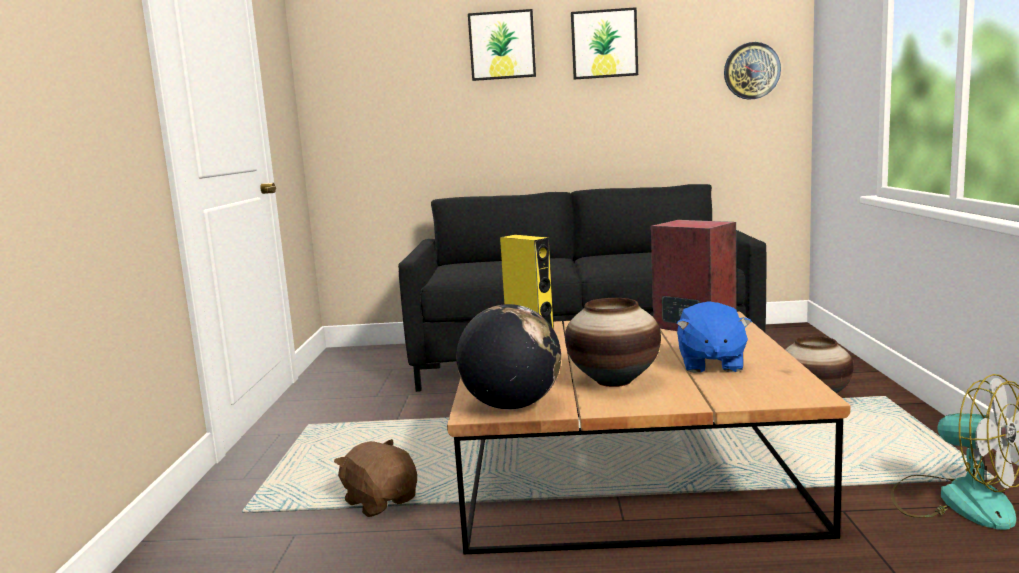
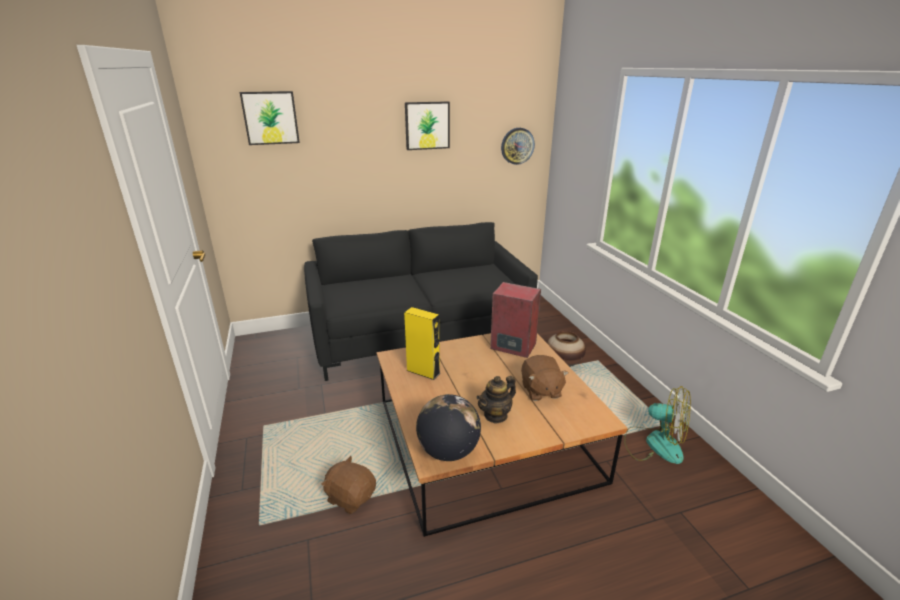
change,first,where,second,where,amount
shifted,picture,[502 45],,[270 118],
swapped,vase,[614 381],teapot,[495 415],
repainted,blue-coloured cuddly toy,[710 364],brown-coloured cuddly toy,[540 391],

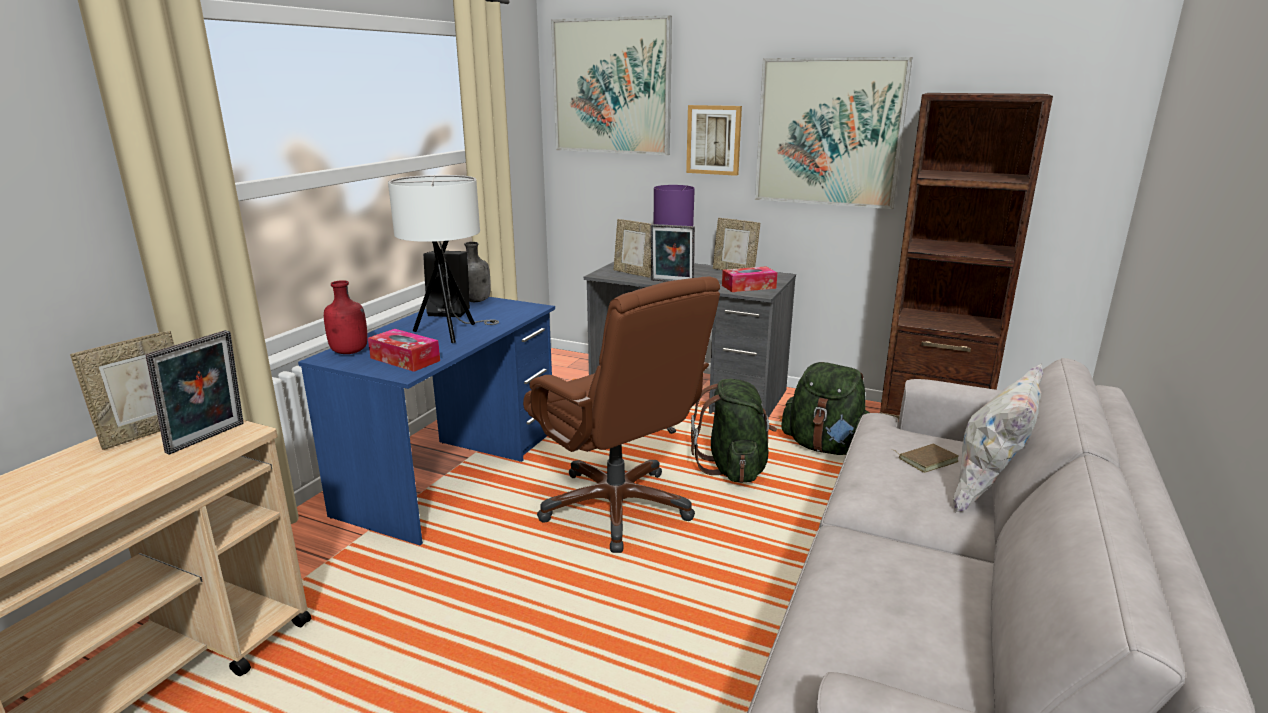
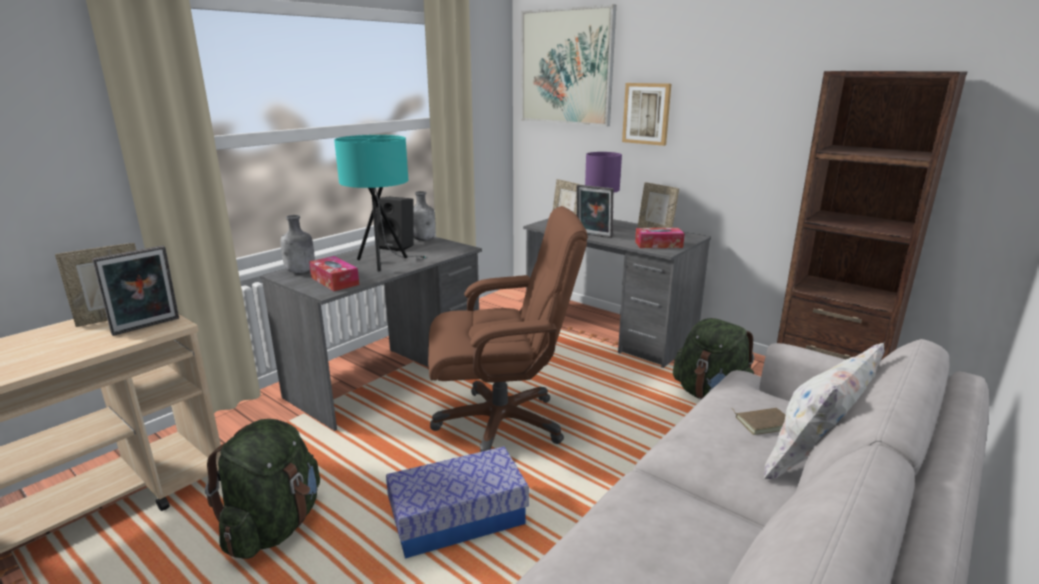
change,first,where,second,where,amount
gone,picture,[829 132],,,
repainted,white-coloured tabletop lamp,[451 333],turquoise-coloured tabletop lamp,[384 263],
rotated,brown-coloured computer chair,[617 507],,[501 423],75 degrees counterclockwise
repainted,red-coloured bottle,[350 352],grey bottle,[301 271],
repainted,blue-coloured desk,[453 472],grey desk,[388 376],
shifted,green-coloured knapsack,[734 468],,[274 526],
new,,,storage container,[458 518],

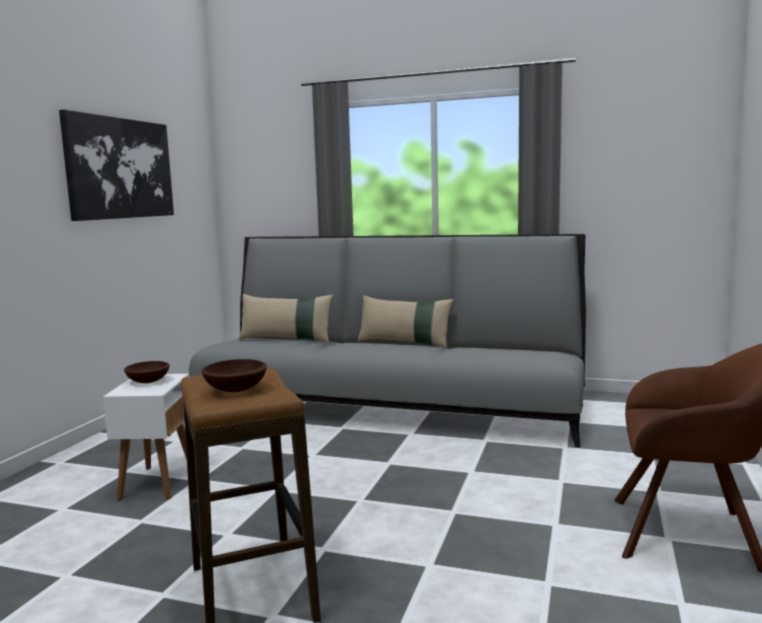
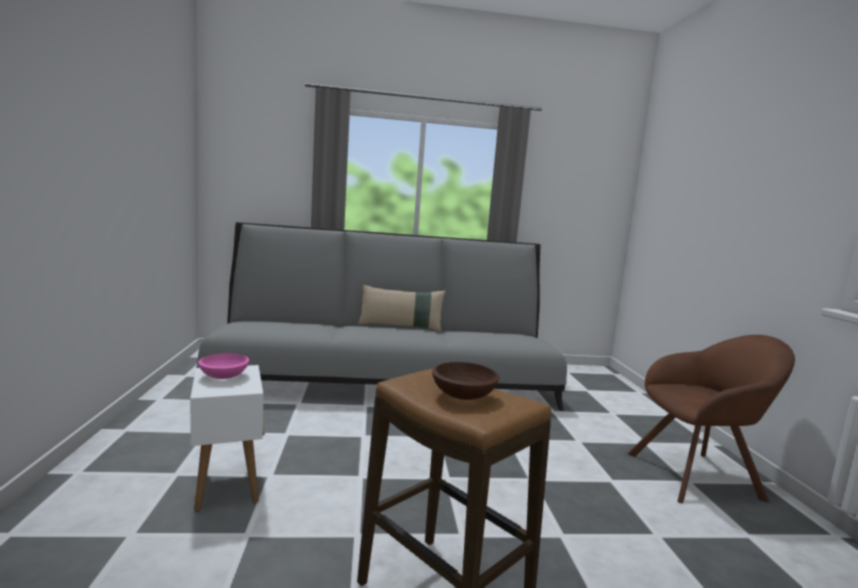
change,first,where,second,where,amount
gone,picture,[120 168],,,
gone,beige throw pillow,[286 339],,,
repainted,brown-coloured deep dish,[147 381],pink-coloured deep dish,[223 376],

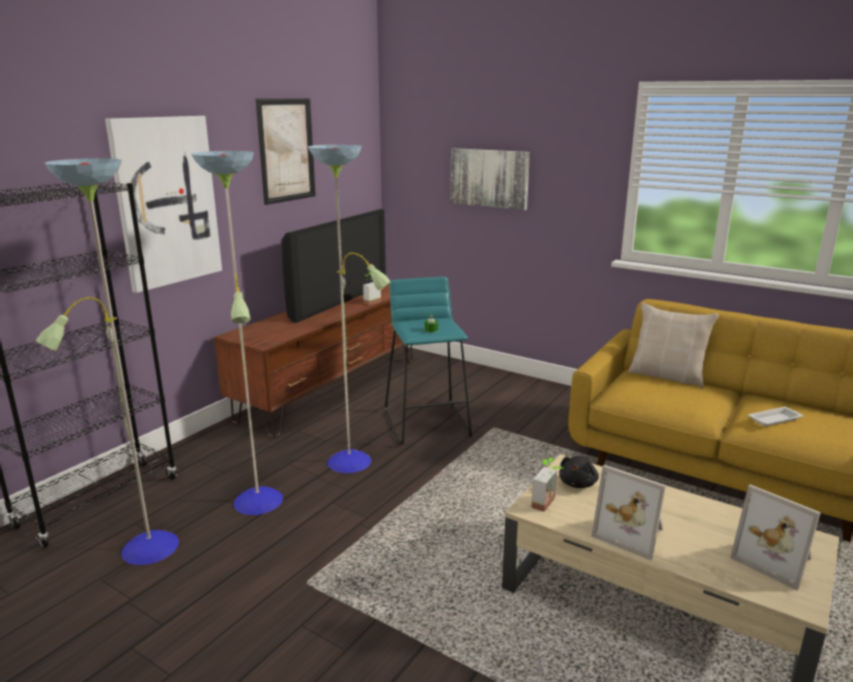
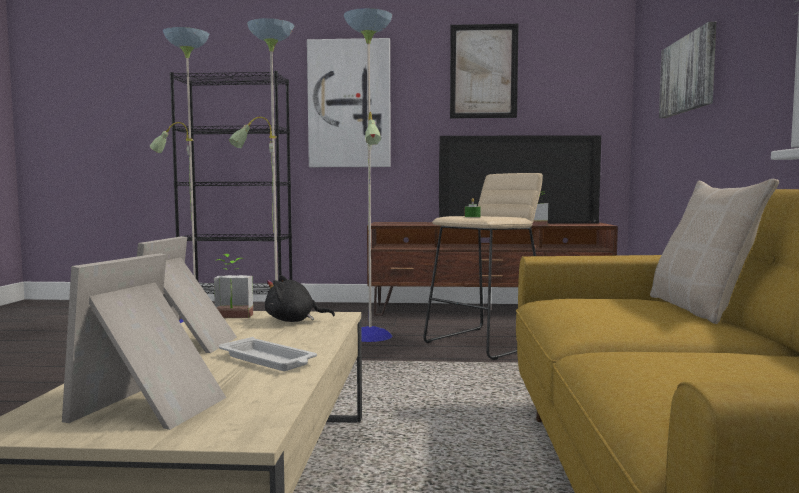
change,first,where,second,where,amount
repainted,turquoise-coloured stool,[427 423],beige stool,[487 343],
shifted,white-coloured serving tray,[775 419],,[268 360],

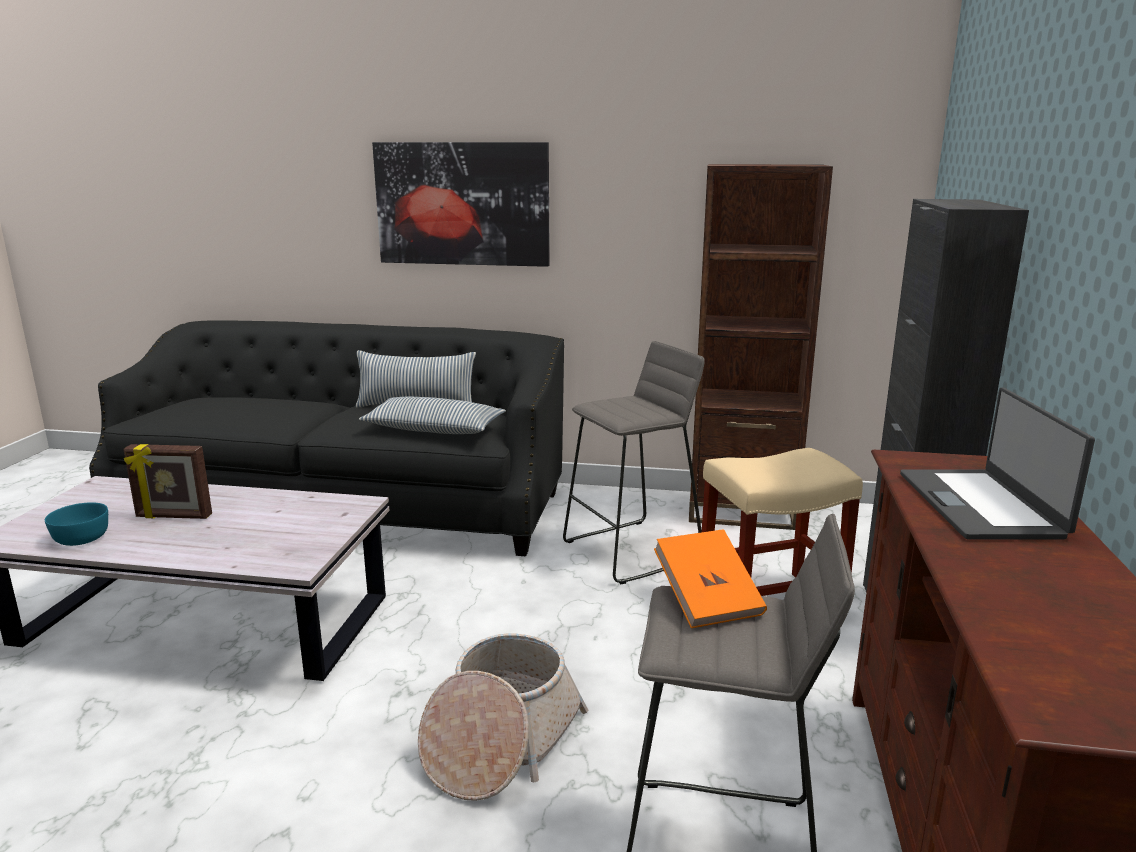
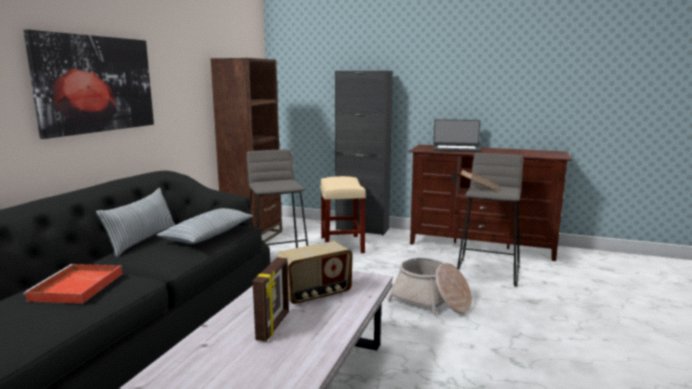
change,first,where,second,where,amount
gone,turquoise-coloured deep dish,[80 538],,,
new,,,radio receiver,[315 295],
new,,,red-coloured serving tray,[76 287],

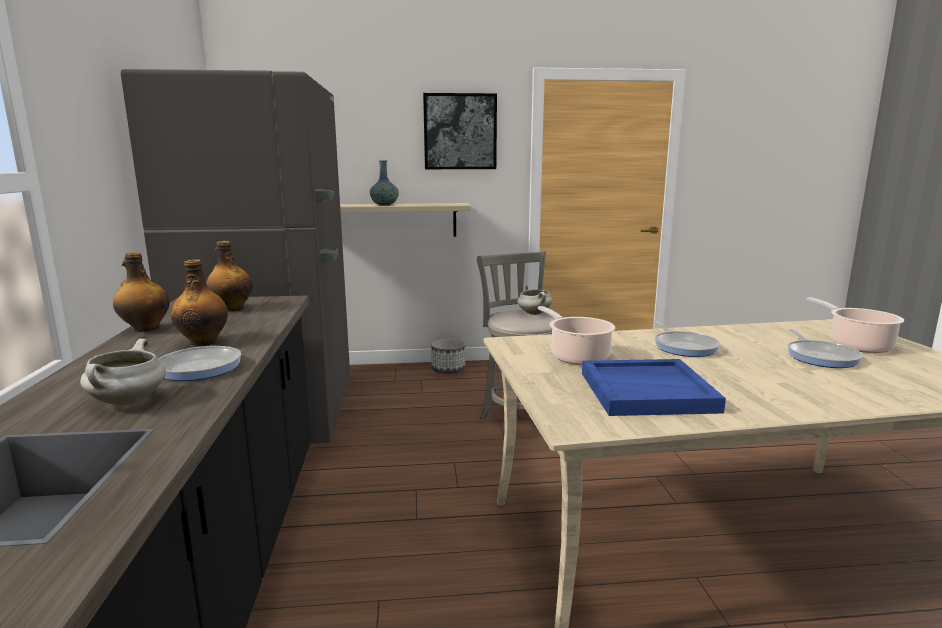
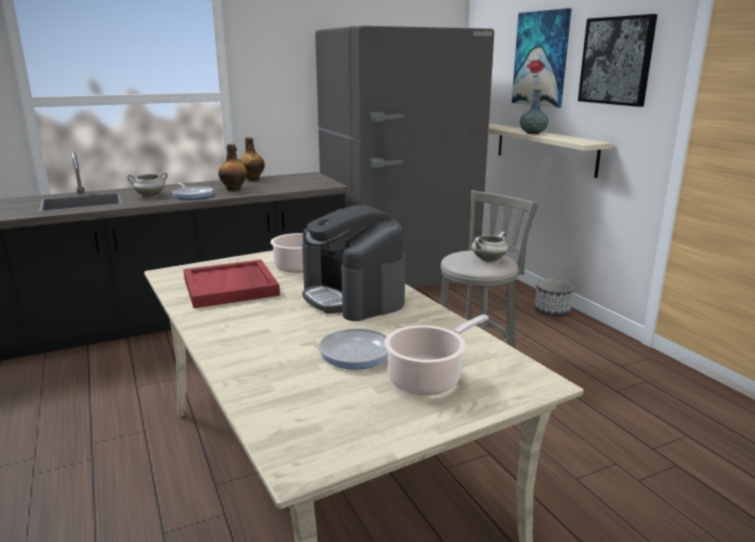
change,first,where,second,where,amount
gone,bottle,[232 309],,,
swapped,pan,[684 347],coffee brewer,[353 296],
repainted,blue-coloured serving tray,[647 391],red-coloured serving tray,[231 287],
new,,,picture,[541 59],

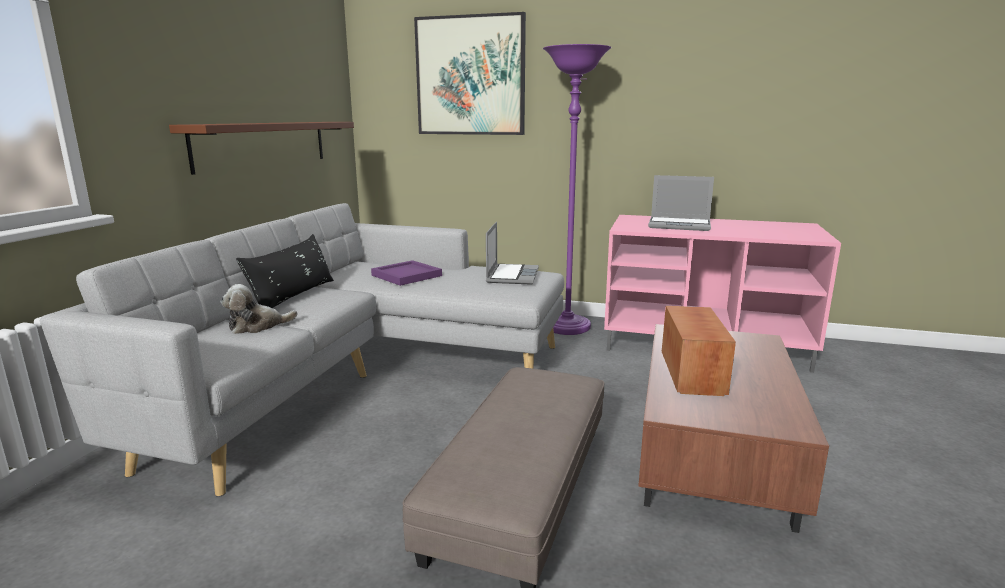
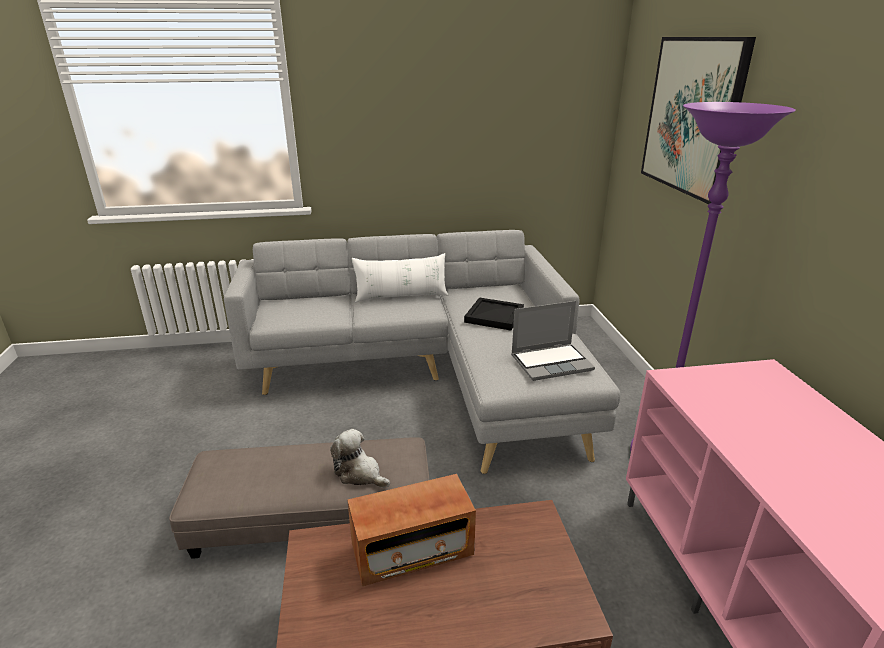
change,first,where,second,where,amount
gone,brown-coloured bracket shelf,[264 144],,,
gone,laptop,[680 225],,,
repainted,black-coloured throw pillow,[293 296],white-coloured throw pillow,[401 296],
repainted,purple-coloured serving tray,[406 276],black-coloured serving tray,[493 316],
shifted,cuddly toy,[257 326],,[359 473],

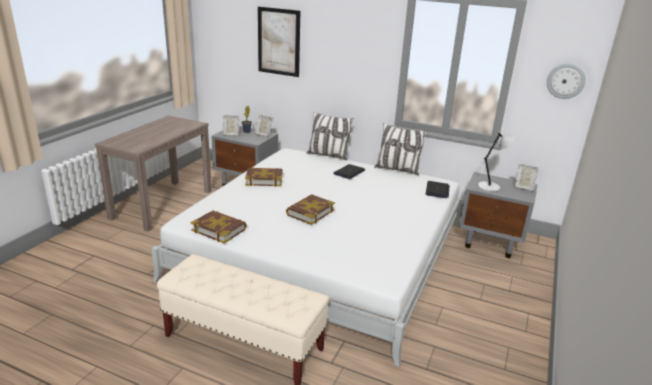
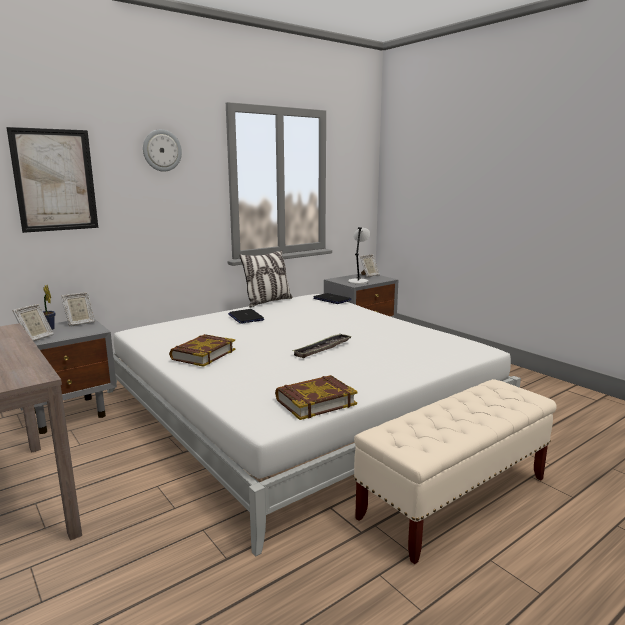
change,first,where,second,where,amount
shifted,hanging clock,[565 81],,[162 150],
gone,throw pillow,[328 155],,,
swapped,volume,[310 212],serving tray,[322 349],

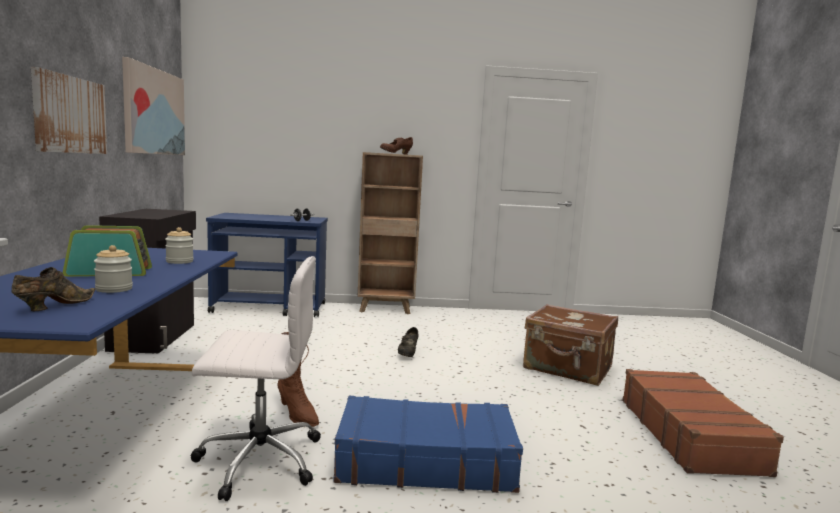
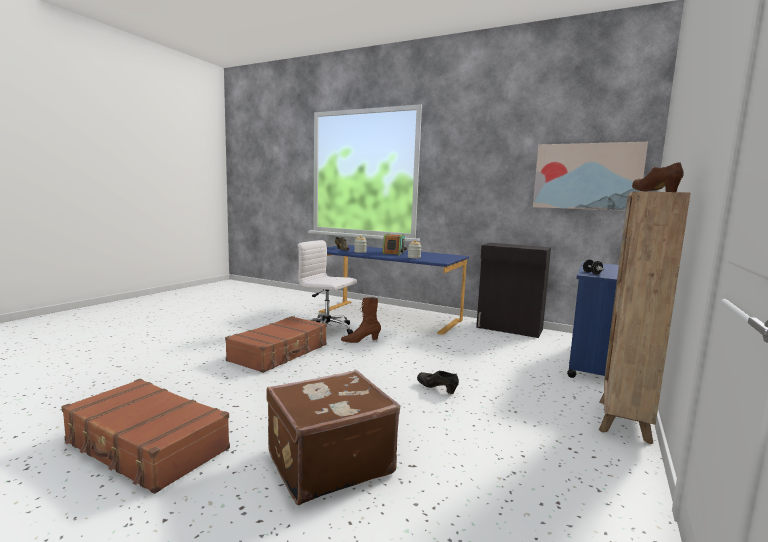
change,first,where,second,where,amount
gone,picture,[69 115],,,
rotated,white-coloured computer chair,[257 460],,[327 330],90 degrees clockwise
repainted,blue-coloured travel case,[425 461],brown-coloured travel case,[280 353],

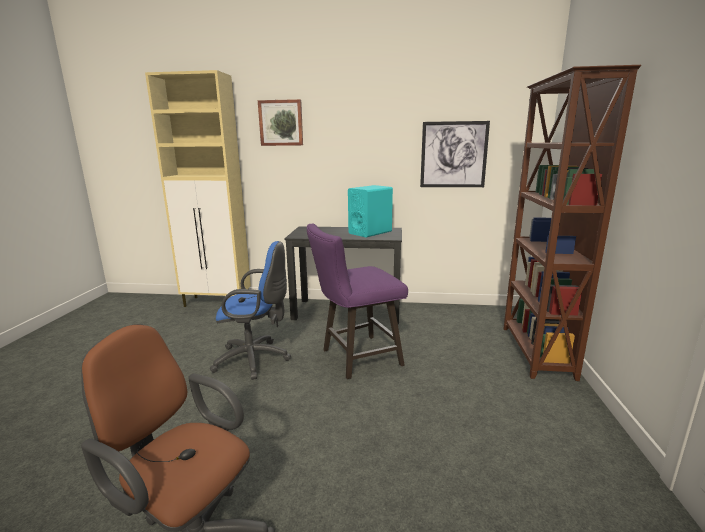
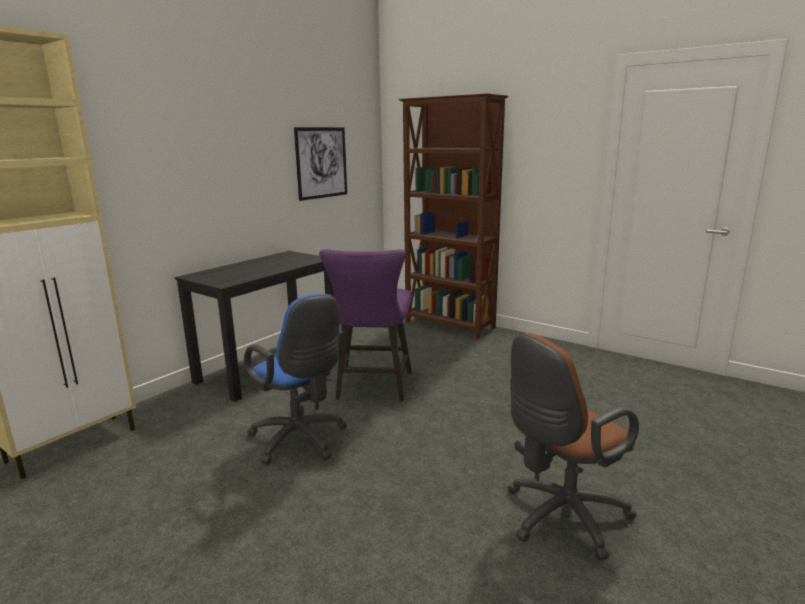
change,first,where,second,where,amount
gone,picture,[281 123],,,
gone,turquoise-coloured loudspeaker,[370 232],,,
rotated,blue-coloured computer chair,[256 359],,[301 441],105 degrees clockwise

